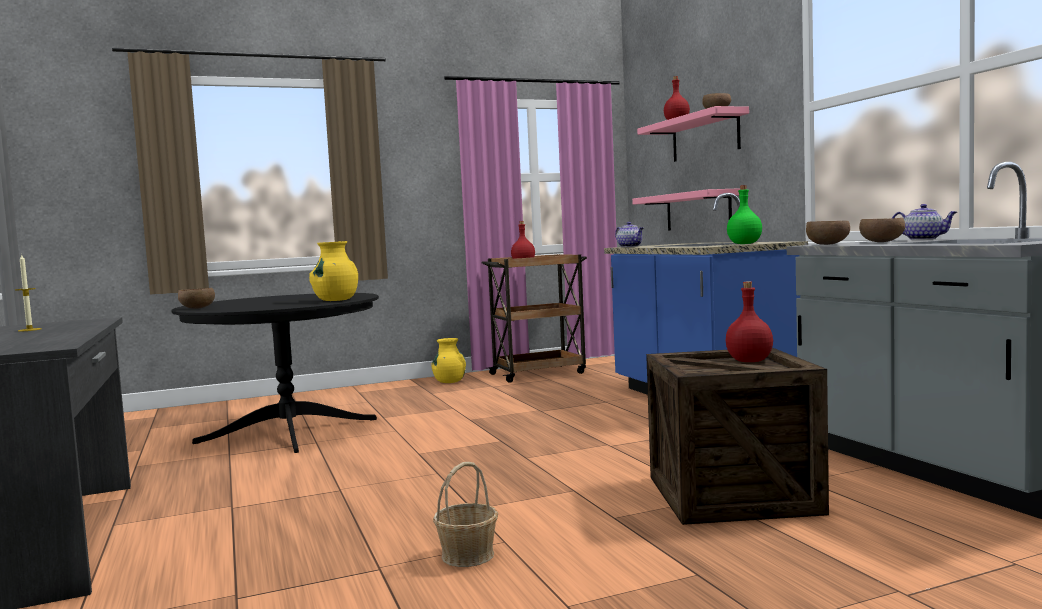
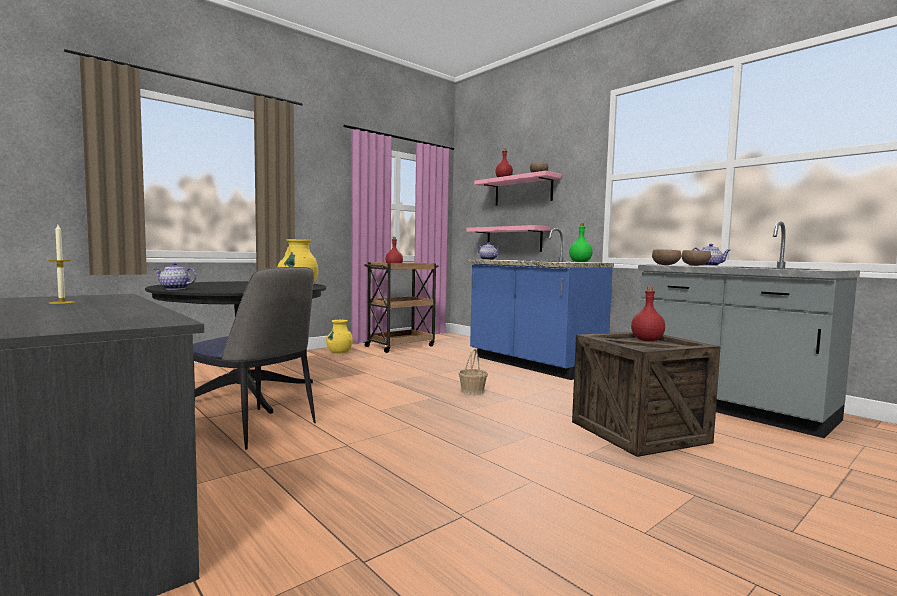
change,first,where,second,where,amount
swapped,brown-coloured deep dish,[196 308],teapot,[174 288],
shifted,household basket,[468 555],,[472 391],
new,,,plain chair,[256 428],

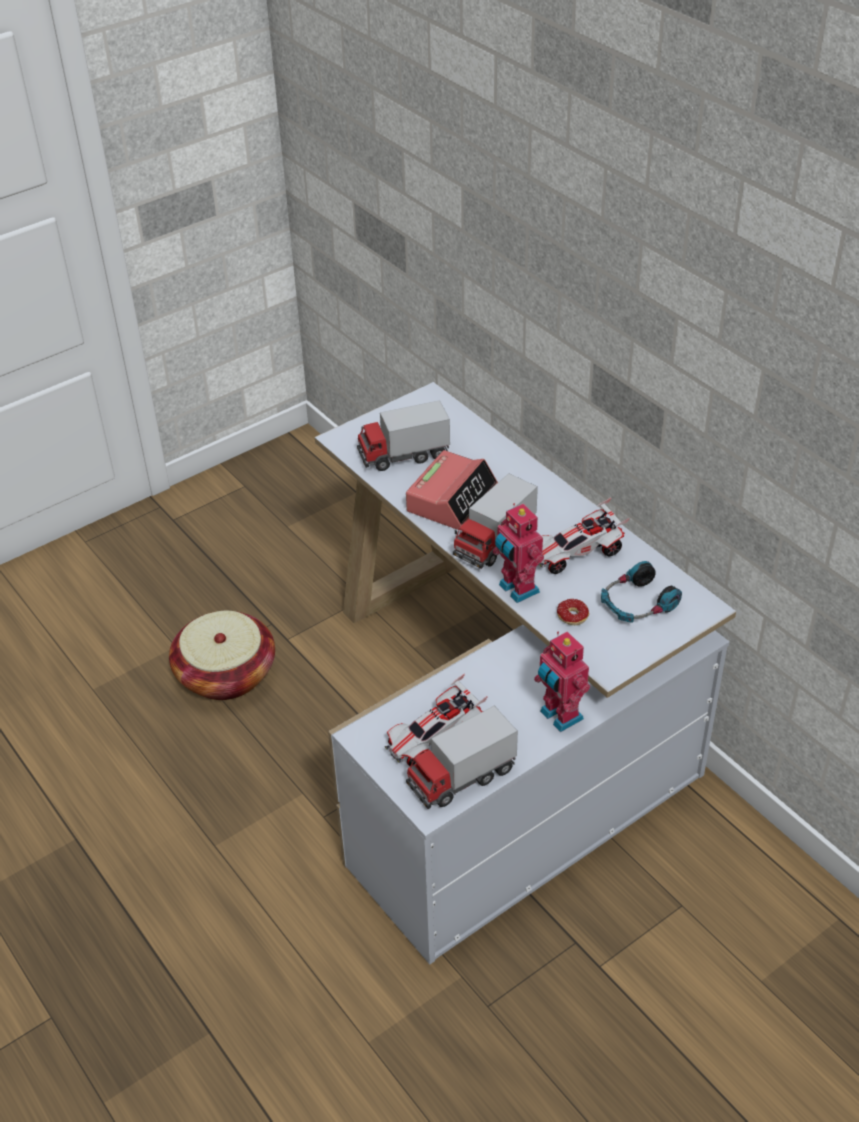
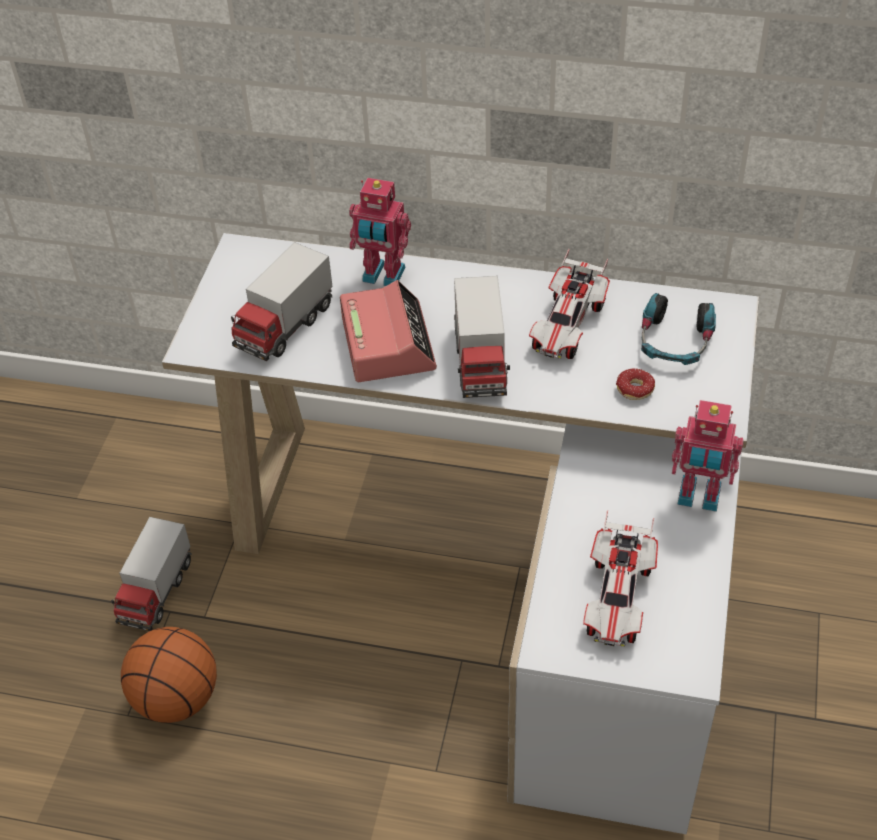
change,first,where,second,where,amount
shifted,model robot,[516 589],,[382 276],
swapped,household basket,[226 674],basketball ball,[176 698],
shifted,toy lorry,[461 778],,[156 592],

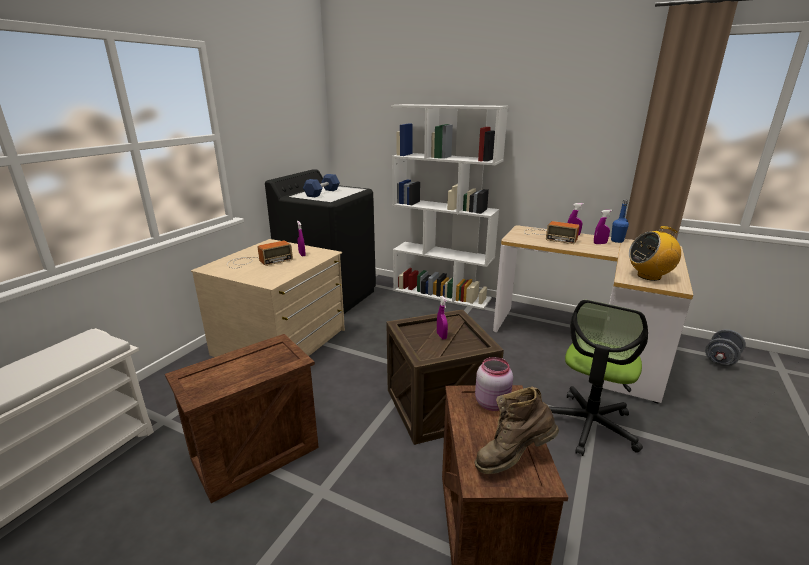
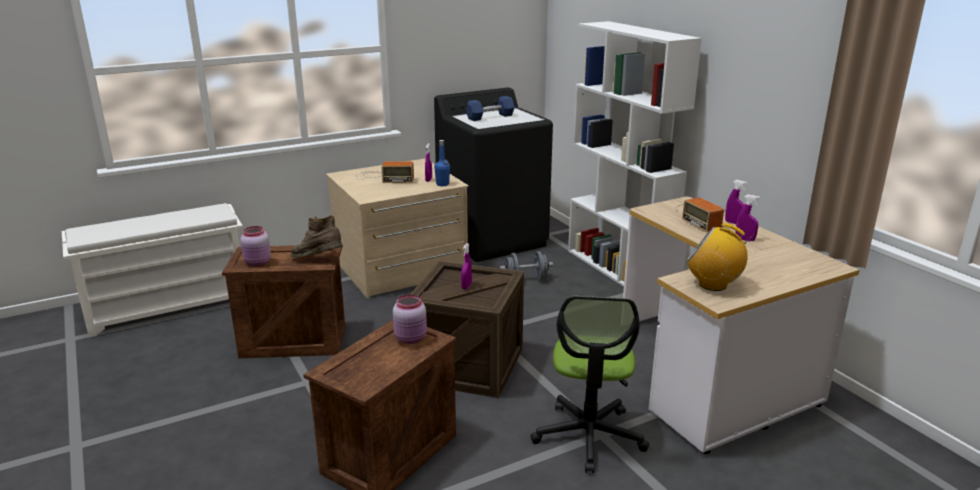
change,first,where,second,where,amount
shifted,blue-coloured bottle,[617 241],,[442 184],
rotated,computer chair,[589 425],,[589 436],60 degrees counterclockwise
shifted,grey free weight,[721 359],,[526 279],
shifted,brown-coloured boot,[512 458],,[318 260],
new,,,pink-coloured storage jar,[258 263],

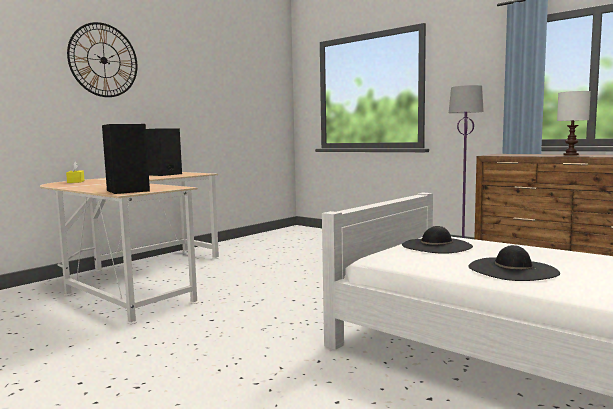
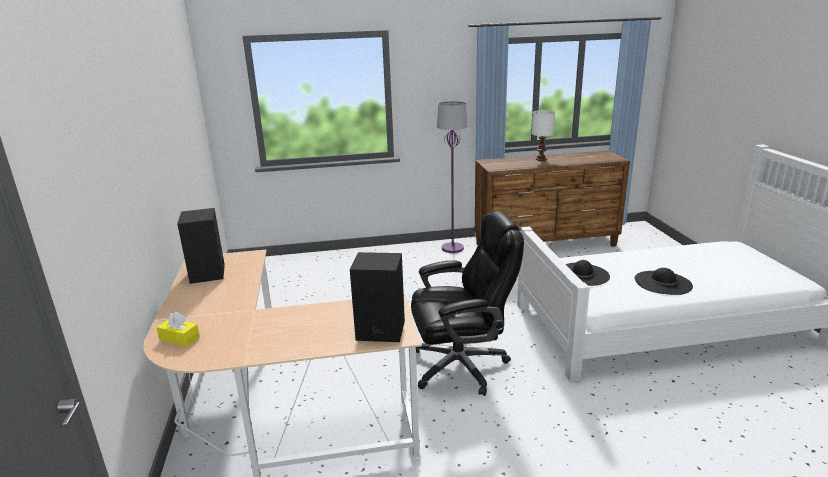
change,first,where,second,where,amount
gone,hanging clock,[104 60],,,
new,,,black-coloured computer chair,[461 365],

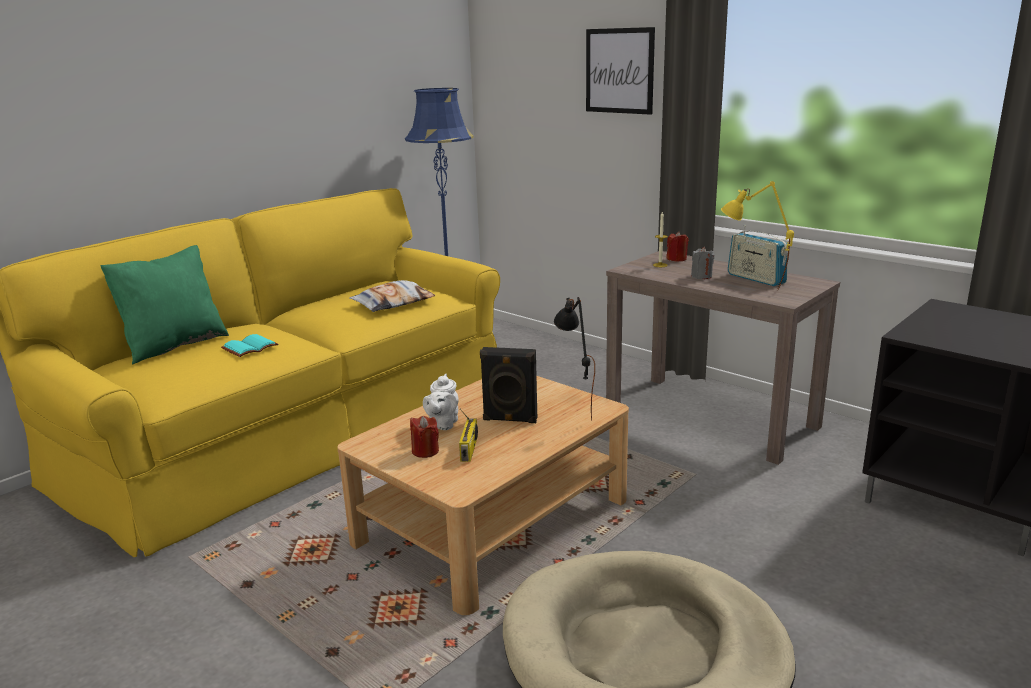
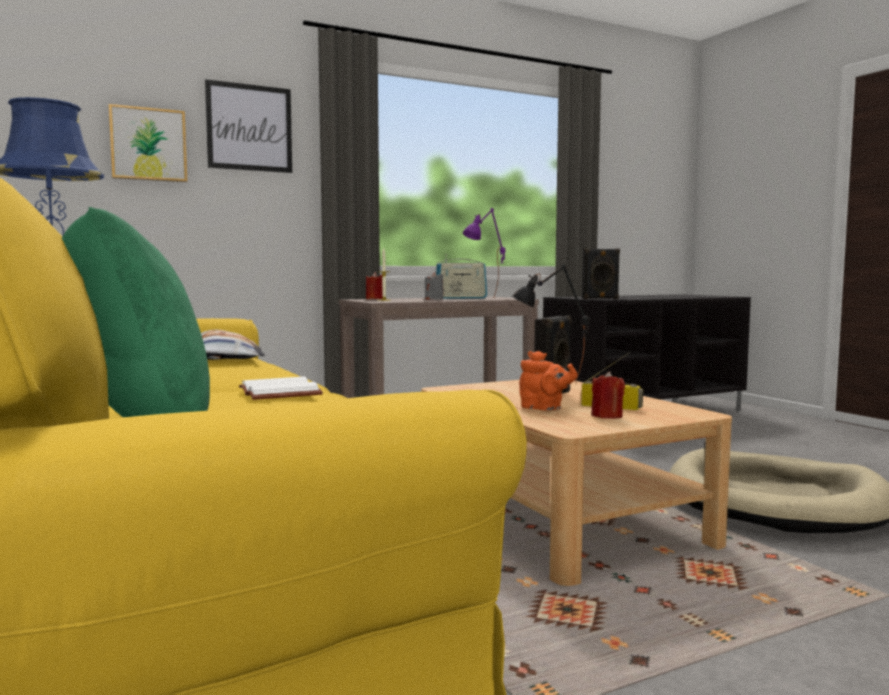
change,first,where,second,where,amount
repainted,yellow tabletop lamp,[751 290],purple-coloured tabletop lamp,[485 299],
repainted,turquoise-coloured volume,[250 348],white-coloured volume,[282 393],
repainted,white-coloured teapot,[443 424],orangey teapot,[544 409],
new,,,picture,[148 144],
new,,,black-coloured loudspeaker,[600 298],

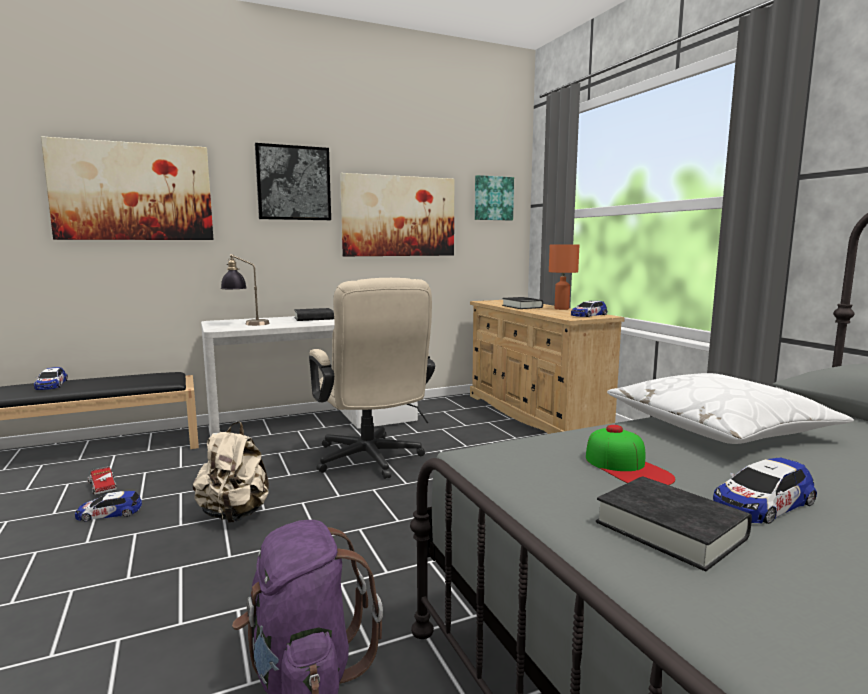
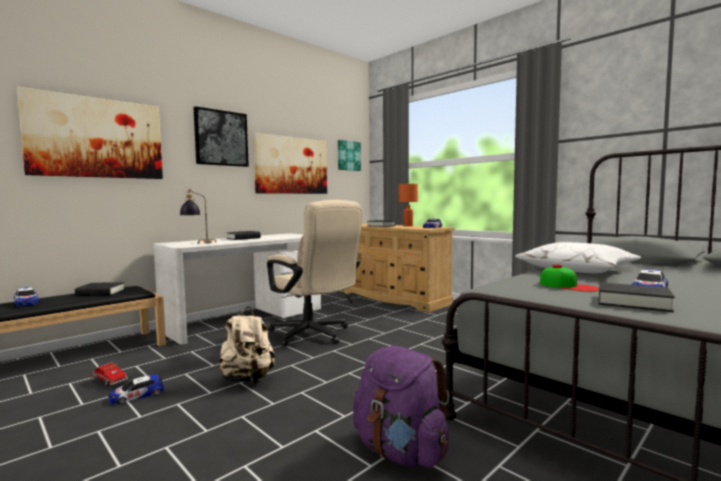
change,first,where,second,where,amount
new,,,black-coloured volume,[100 293],

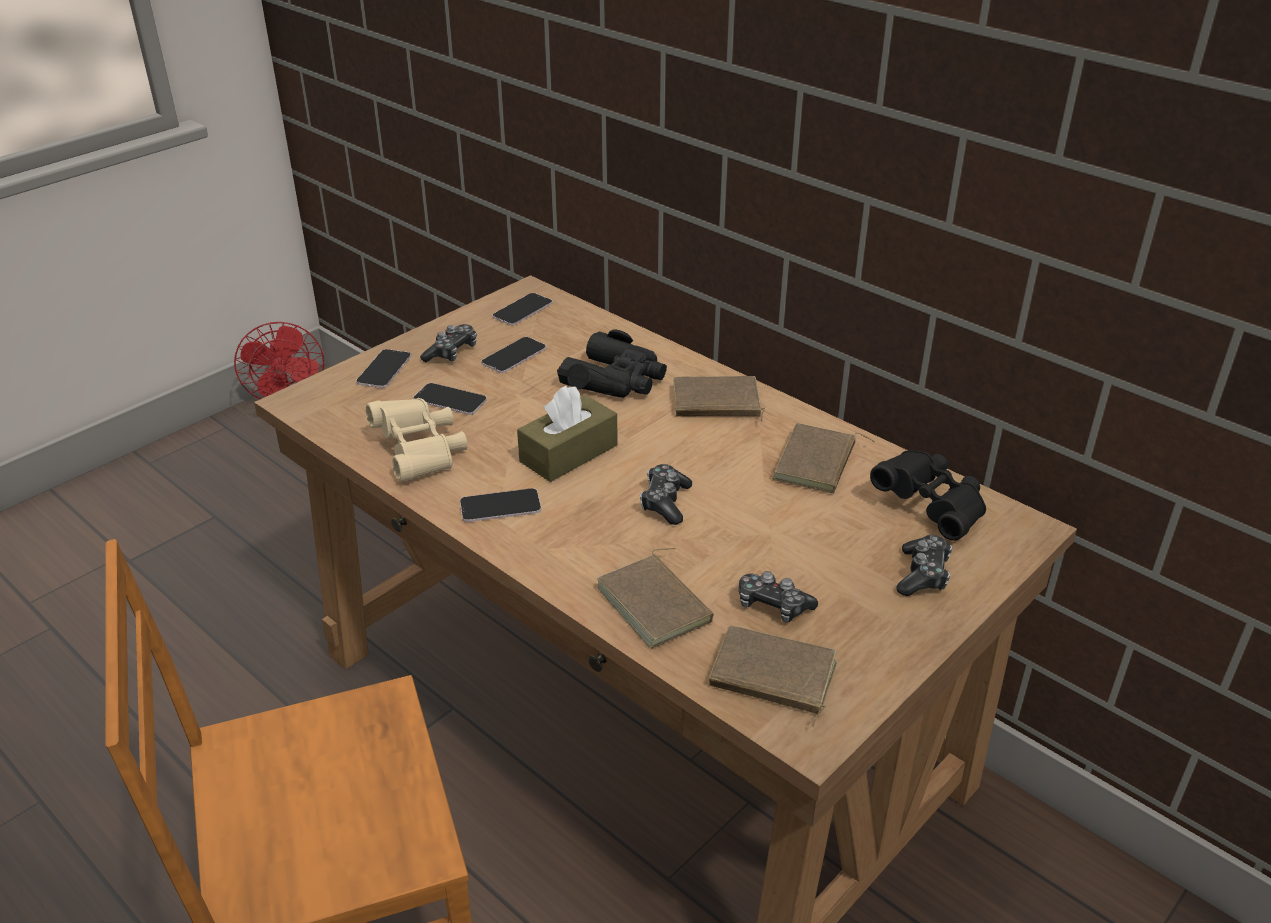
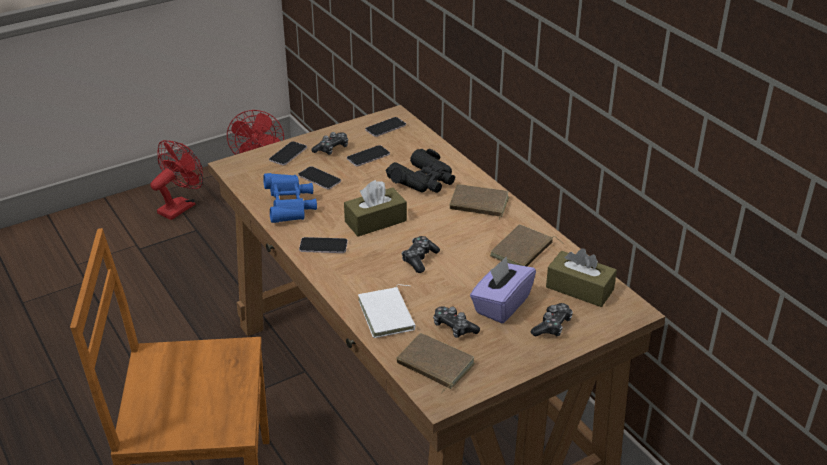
change,first,where,second,where,amount
repainted,beige field glasses,[420 453],blue-coloured field glasses,[290 207],
swapped,black-coloured field glasses,[931 507],brown-coloured box of tissues,[579 288],
repainted,brown-coloured volume,[657 604],white-coloured volume,[388 315],
new,,,red-coloured fan,[180 206],
new,,,purple-coloured box of tissues,[501 305],

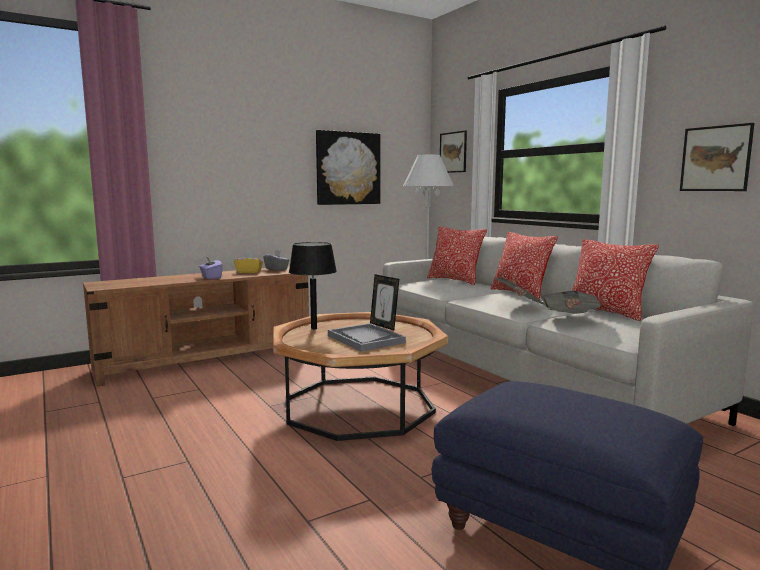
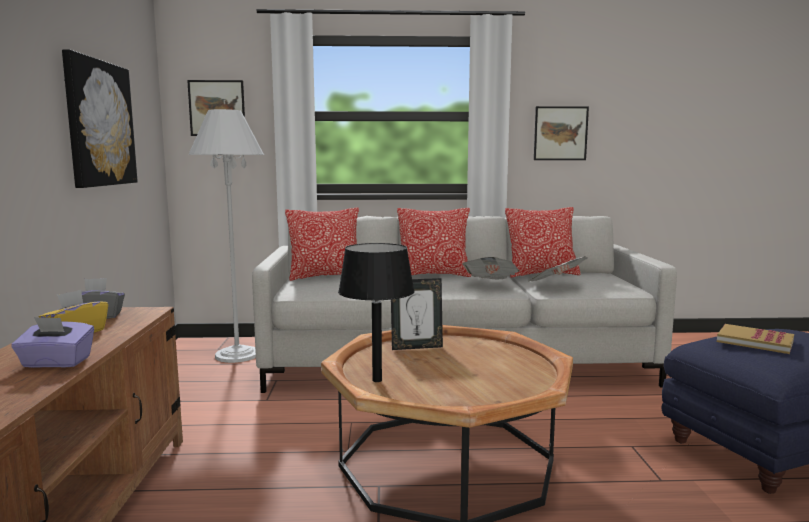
change,first,where,second,where,amount
gone,grey serving tray,[365 339],,,
new,,,volume,[755 341],

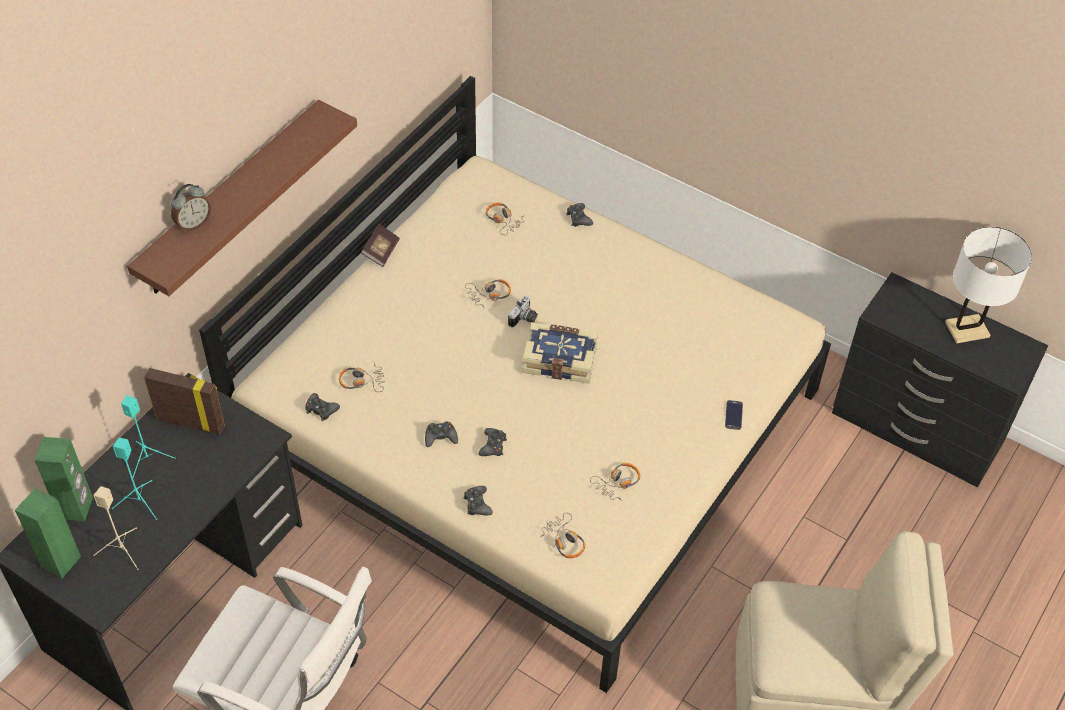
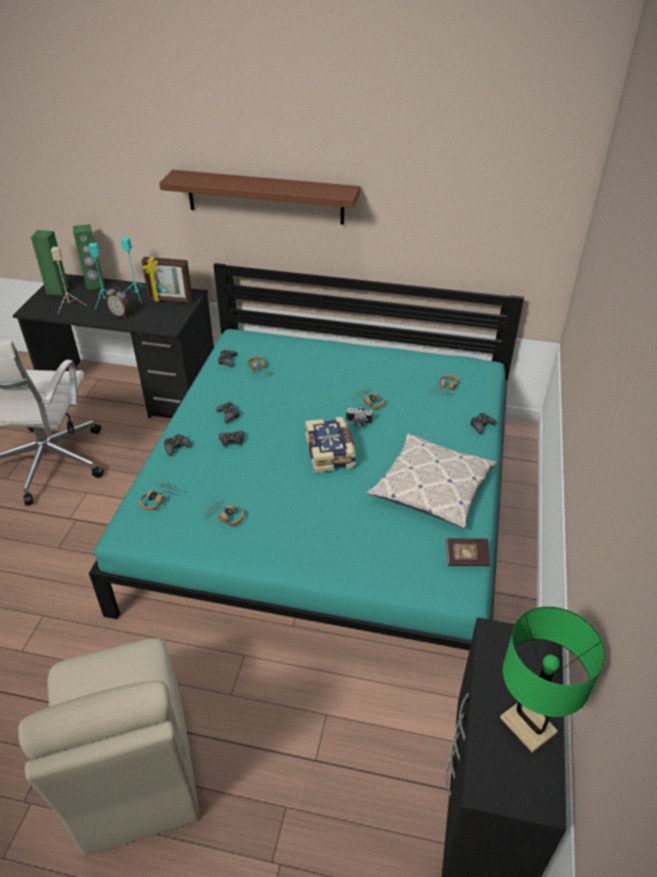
change,first,where,second,where,amount
repainted,beige bedroom bed,[530 423],turquoise-coloured bedroom bed,[329 504],
shifted,table clock,[193 224],,[120 315],
shifted,volume,[381 251],,[466 558],
repainted,white-coloured tabletop lamp,[967 330],green-coloured tabletop lamp,[528 725],
rotated,photo frame,[191 422],,[170 301],105 degrees clockwise
gone,phone,[733 415],,,
new,,,throw pillow,[432 487],

